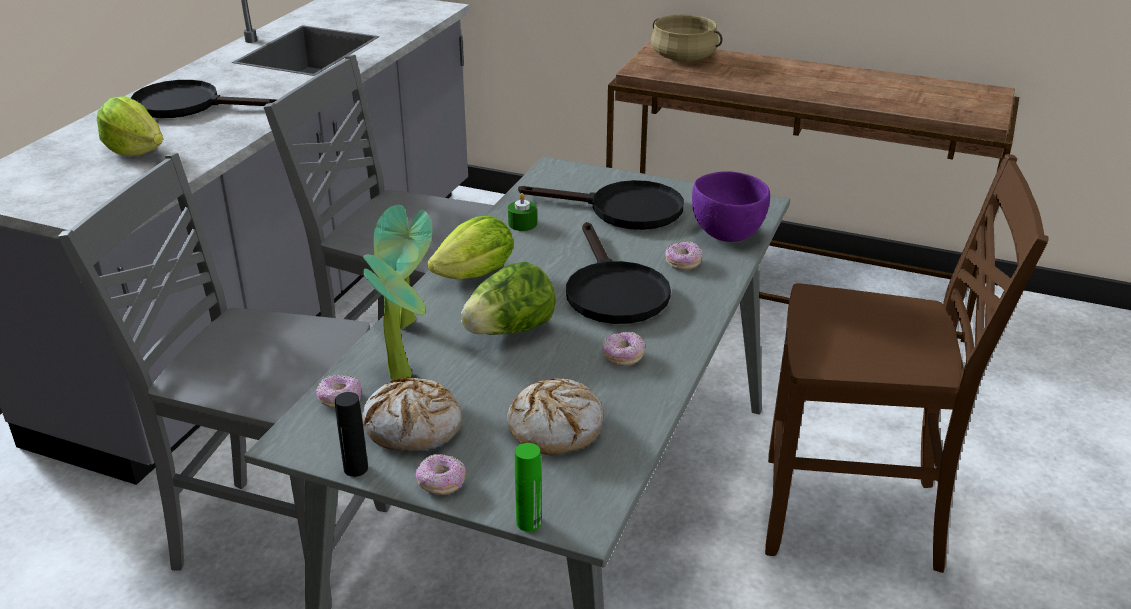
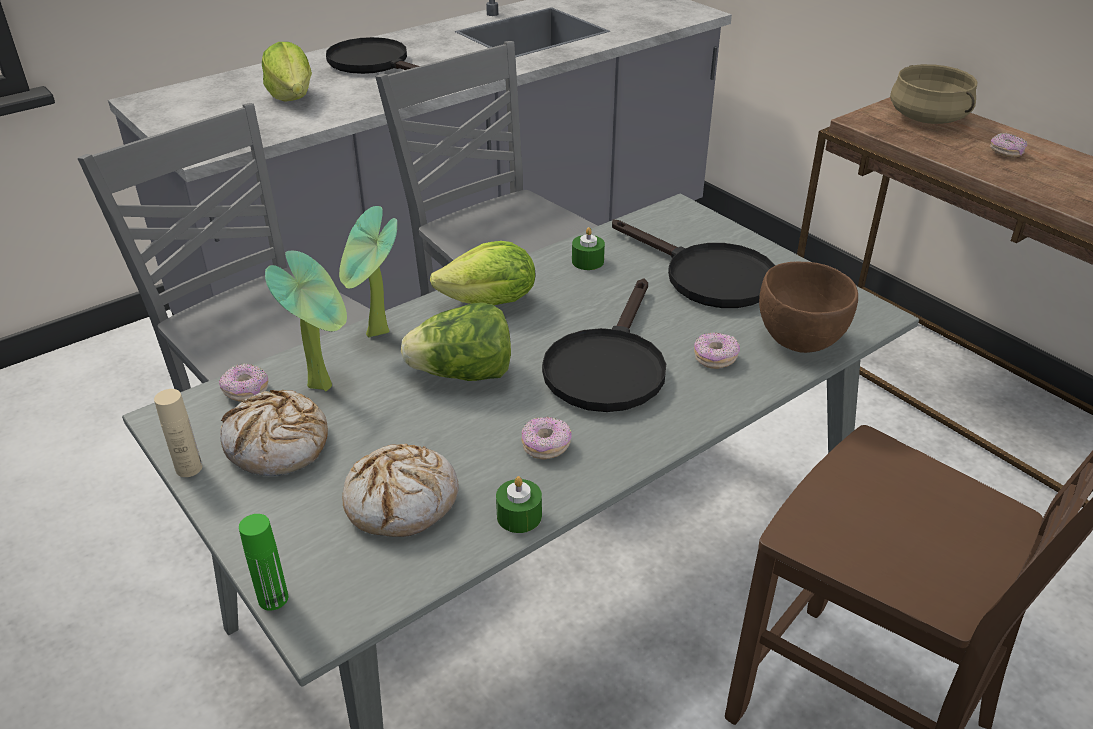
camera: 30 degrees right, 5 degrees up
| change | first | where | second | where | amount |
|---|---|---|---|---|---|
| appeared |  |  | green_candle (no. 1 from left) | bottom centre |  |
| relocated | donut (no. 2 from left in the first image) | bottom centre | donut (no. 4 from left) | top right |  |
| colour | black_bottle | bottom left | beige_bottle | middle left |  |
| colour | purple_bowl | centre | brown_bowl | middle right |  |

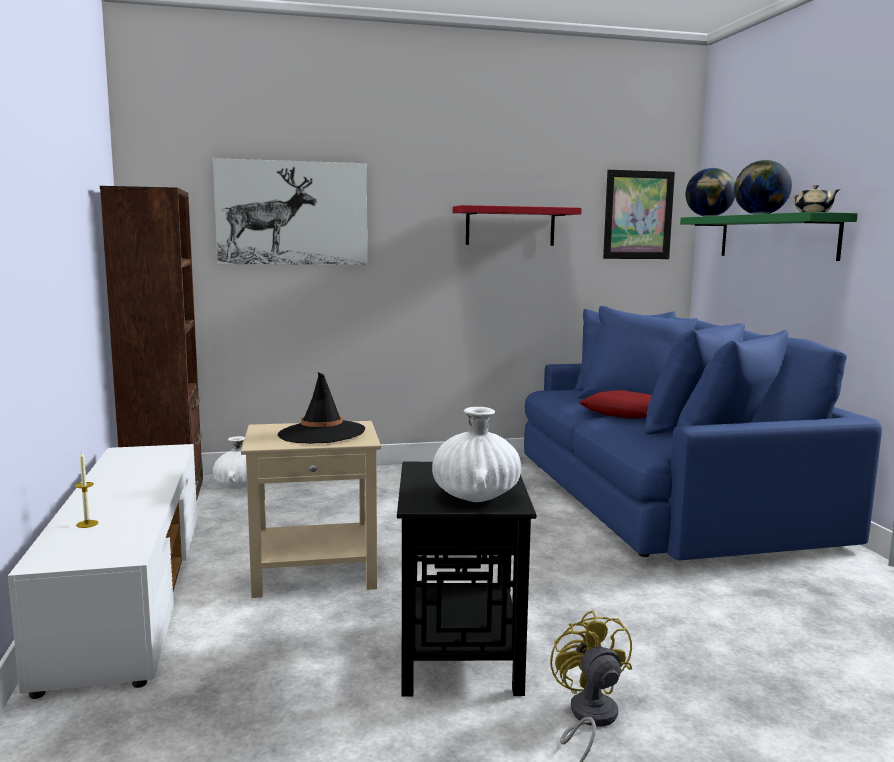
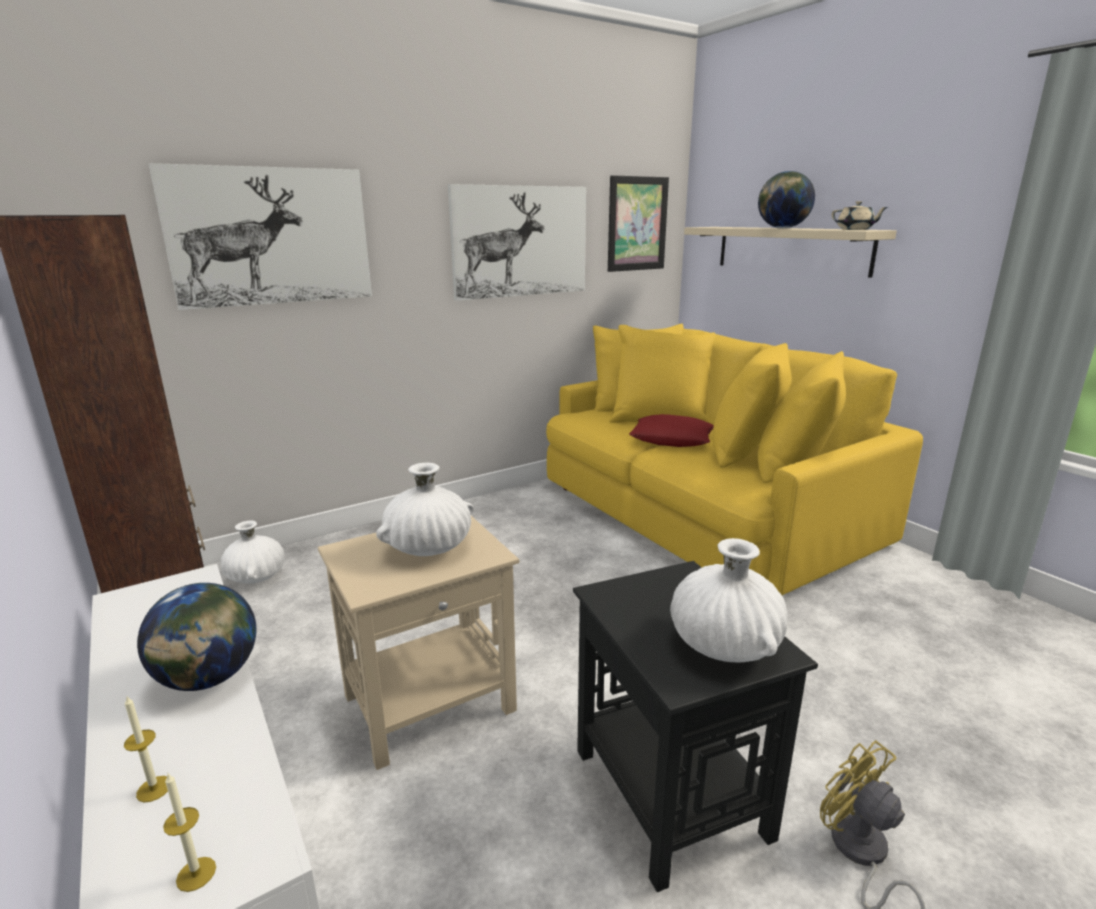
camera: 20 degrees left, 10 degrees up
| change | first | where | second | where | amount |
|---|---|---|---|---|---|
| appeared |  |  | candle (no. 2 from left) | bottom left |  |
| relocated | globe (no. 1 from left) | top right |  | bottom left |  |
| exchanged | black_hat | centre | white_vase (no. 2 from left) | centre |  |
| exchanged | red_shelf | top centre | picture (no. 2 from left) | top centre |  |
| colour | blue_sofa | middle right | yellow_sofa | middle right |  |
| colour | green_shelf | top right | beige_shelf | top right |  |

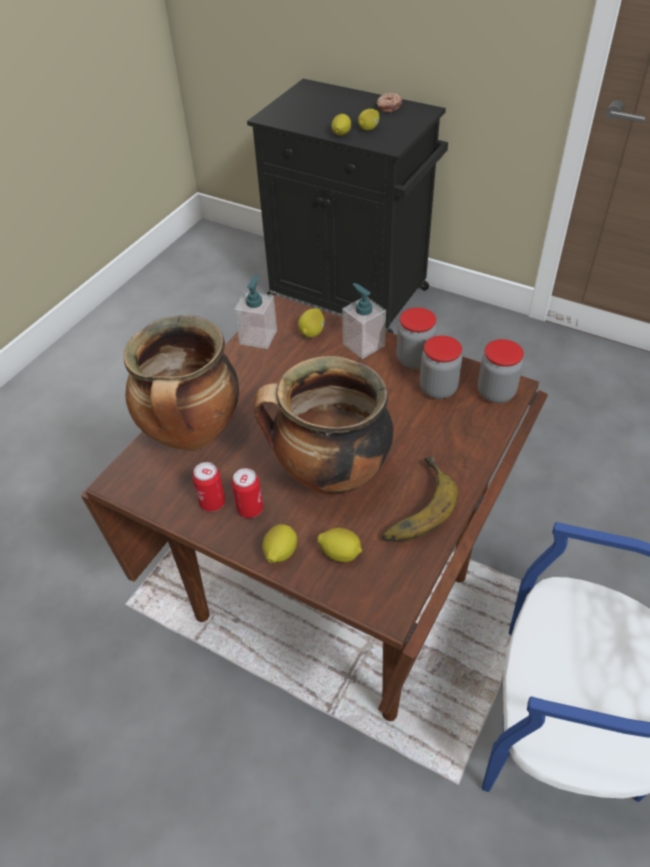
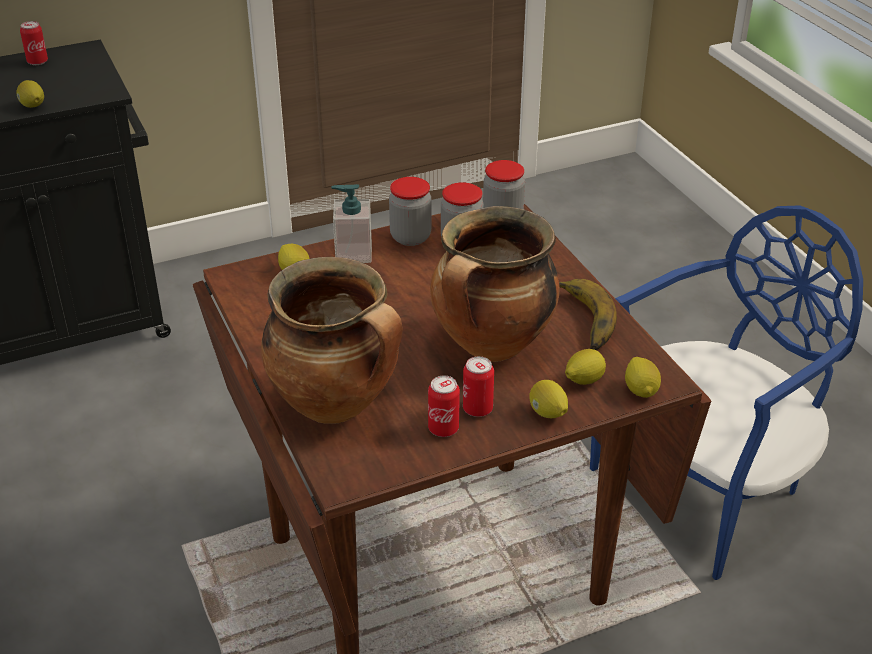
camera: 55 degrees left, 10 degrees down
| change | first | where | second | where | amount |
|---|---|---|---|---|---|
| missing | soap_dispenser (no. 1 from left) | centre |  |  |  |
| relocated | lemon (no. 5 from left) | top centre |  | middle right |  |
| exchanged | donut | top centre | can (no. 1 from left) | top left |  |

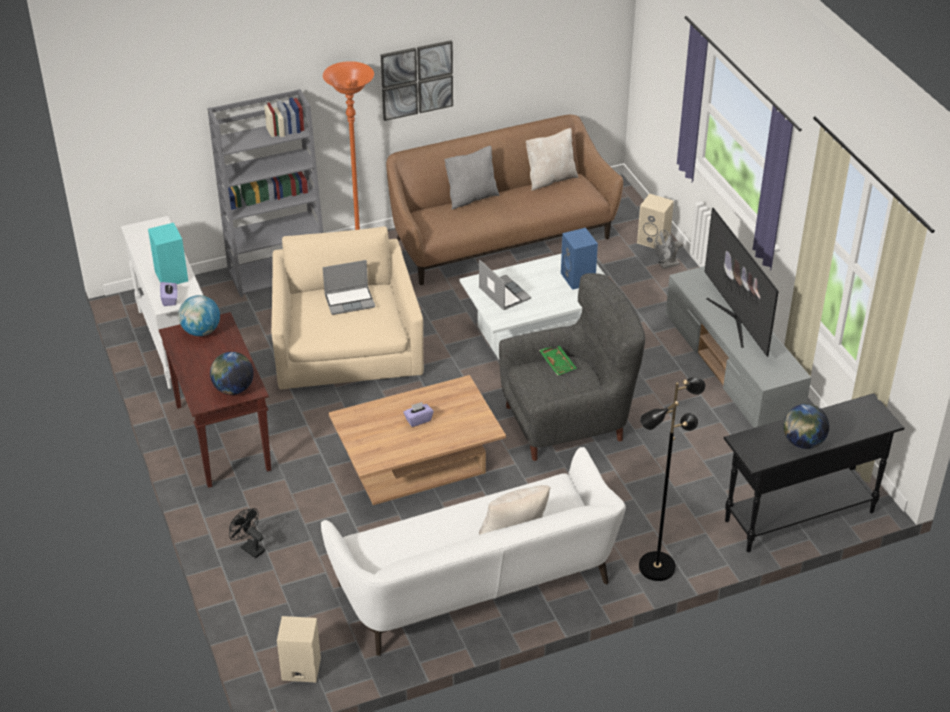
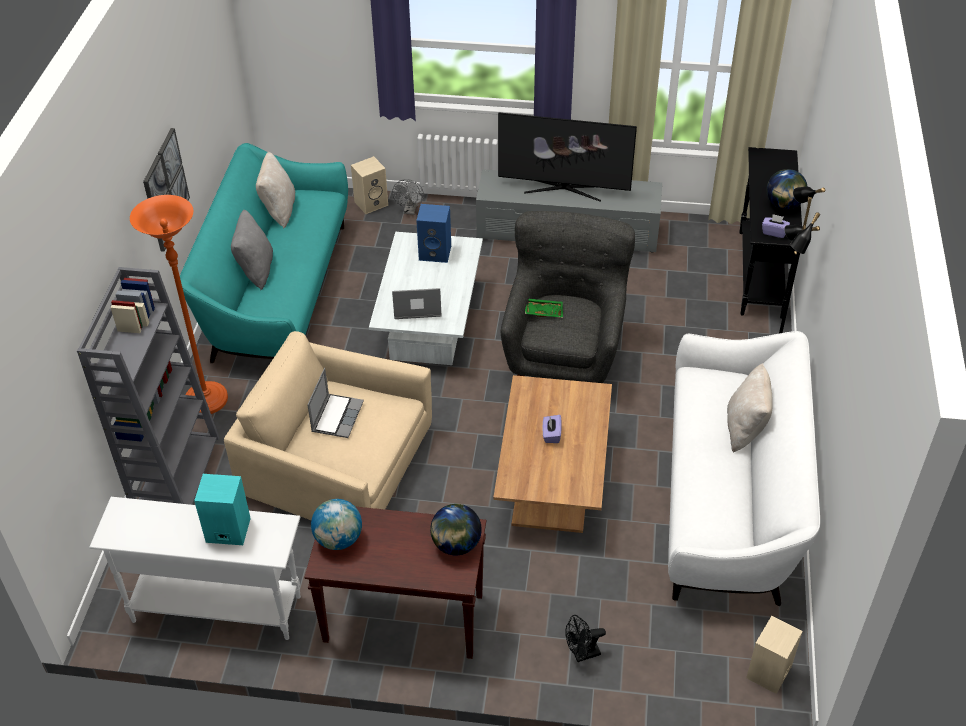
camera: 60 degrees left, 5 degrees up
| change | first | where | second | where | amount |
|---|---|---|---|---|---|
| relocated | purple_tissue_box (no. 1 from left in the first image) | middle left | purple_tissue_box (no. 2 from left) | top right |  |
| colour | brown_sofa | top centre | turquoise_sofa | middle left |  |

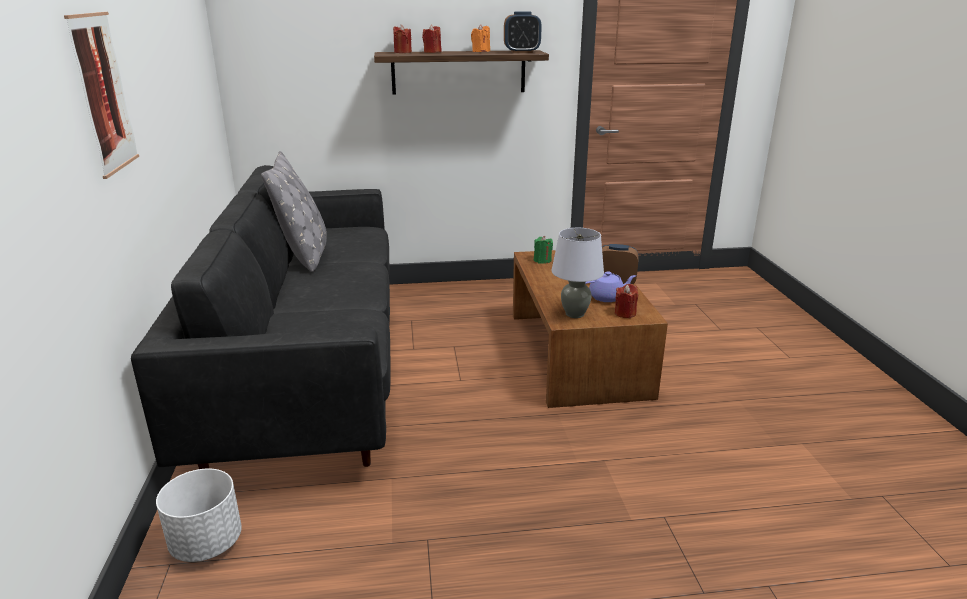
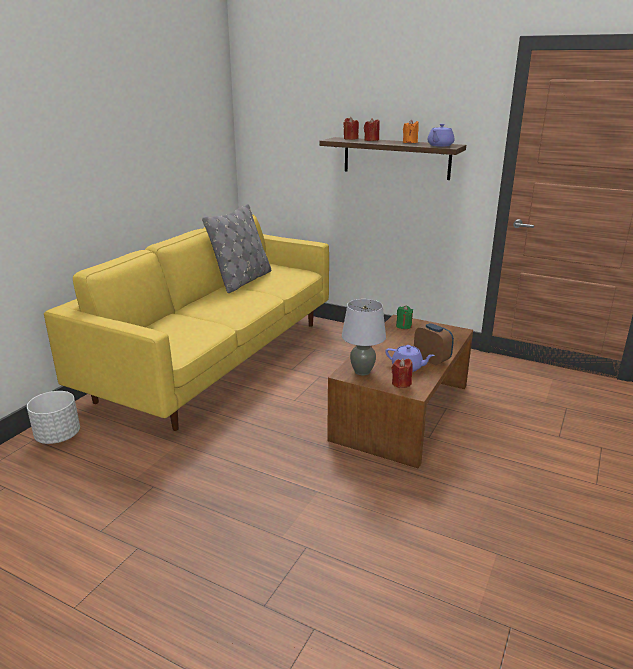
camera: 35 degrees right, 0 degrees up
| change | first | where | second | where | amount |
|---|---|---|---|---|---|
| missing | picture | top left |  |  |  |
| exchanged | alarm_clock (no. 1 from left) | top centre | purple_teapot (no. 2 from left) | top right |  |
| colour | black_sofa | middle left | yellow_sofa | middle left |  |

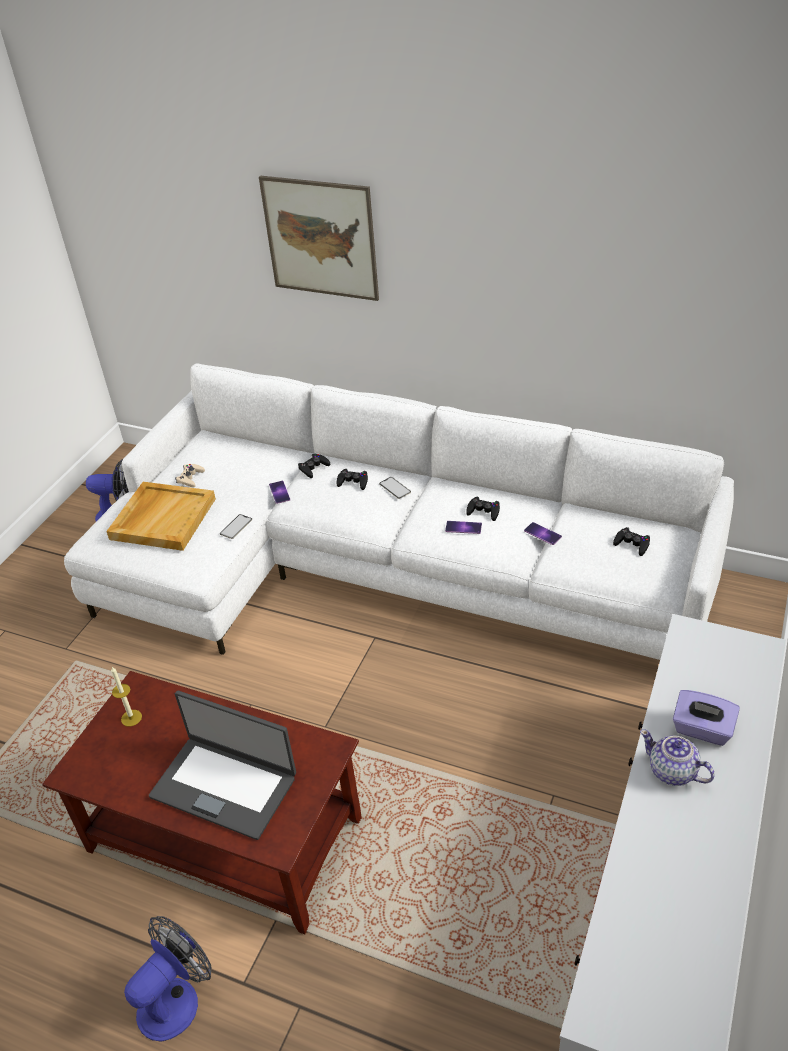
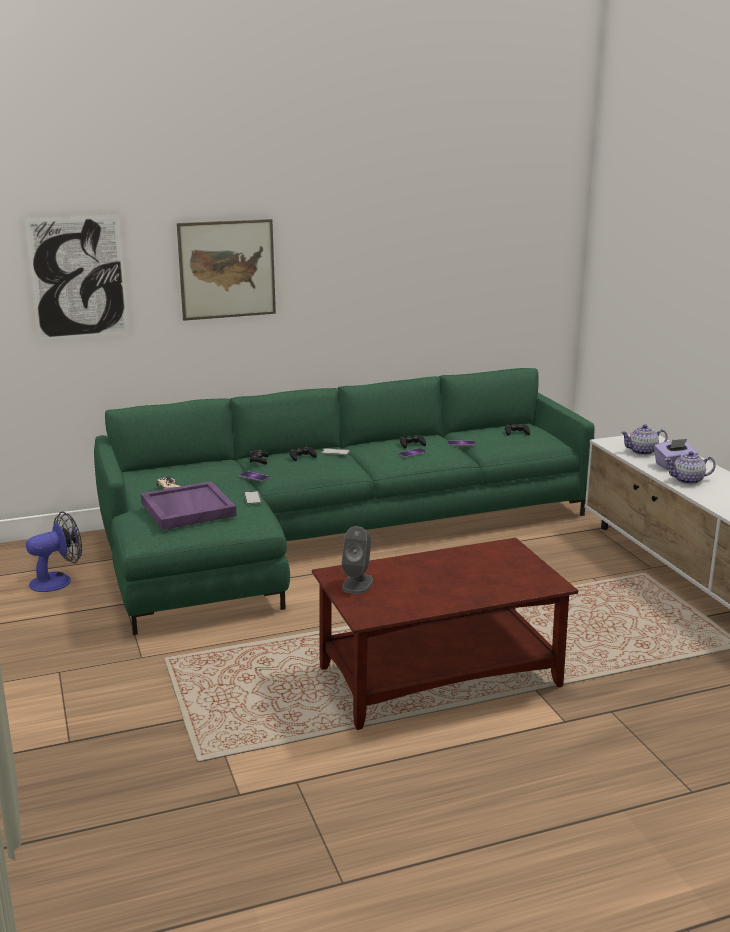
camera: 45 degrees left, 20 degrees down
| change | first | where | second | where | amount |
|---|---|---|---|---|---|
| missing | fan (no. 2 from left) | bottom left |  |  |  |
| missing | laptop | bottom left |  |  |  |
| appeared |  |  | picture (no. 1 from left) | top left |  |
| appeared |  |  | teapot (no. 1 from left) | middle right |  |
| exchanged | candle | middle left | grey_speaker | centre |  |
| colour | white_sofa | centre | green_sofa | centre |  |
| colour | beige_tray | middle left | purple_tray | middle left |  |

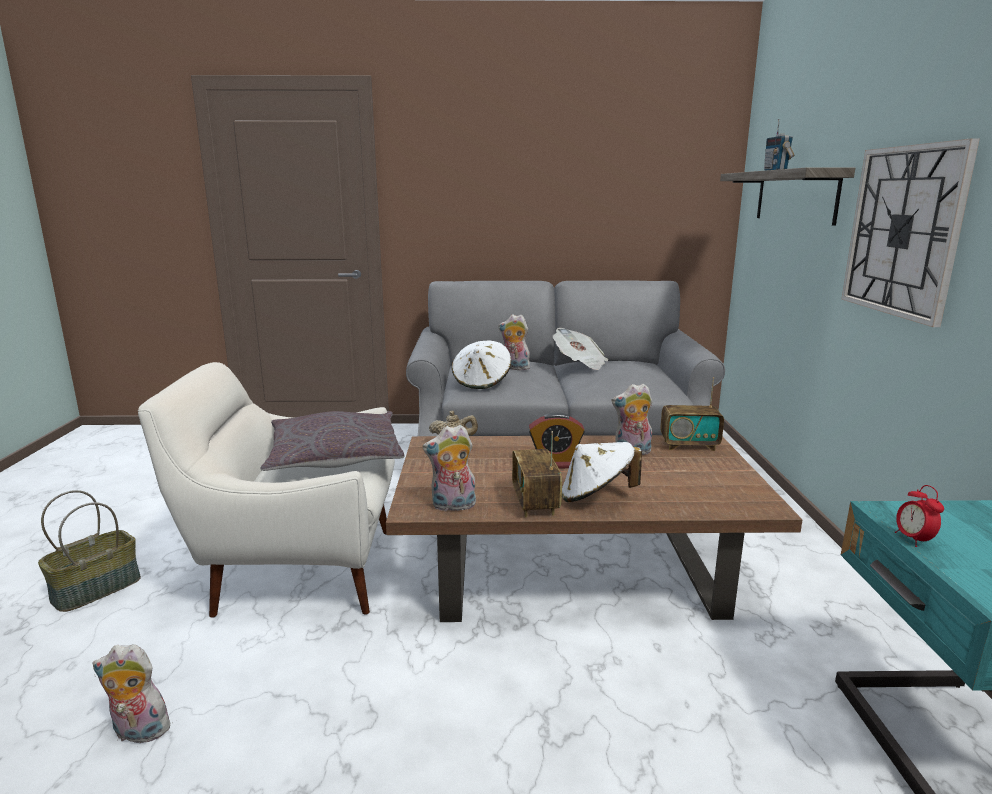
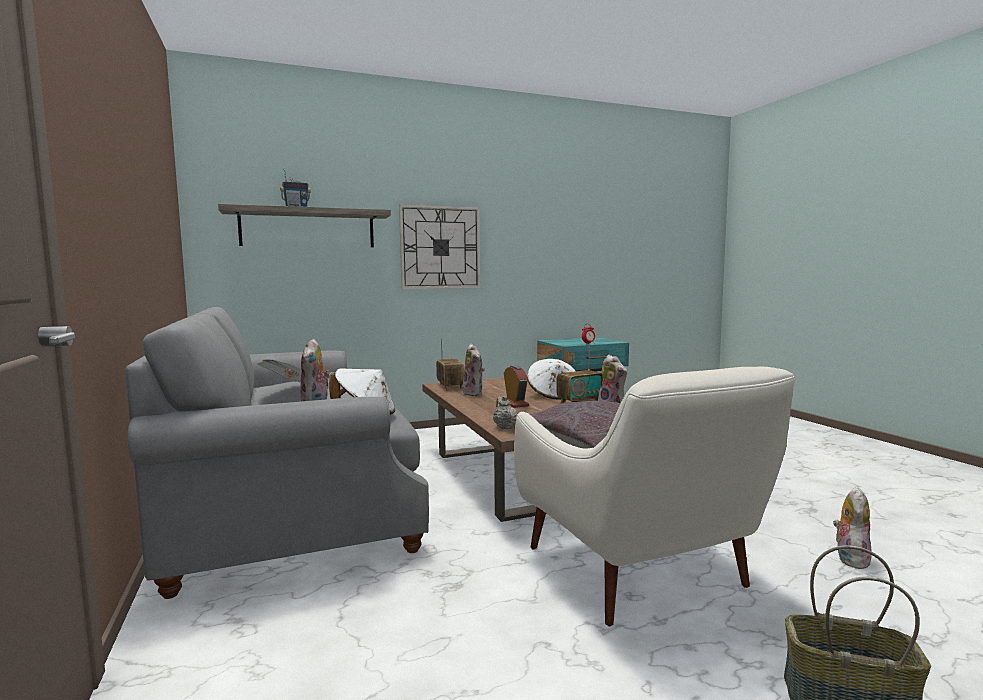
camera: 110 degrees left, 10 degrees down
| change | first | where | second | where | amount |
|---|---|---|---|---|---|
| spun | plush_toy (no. 1 from left in the first image) | bottom left | plush_toy (no. 4 from left) | bottom right | 135 degrees counterclockwise |

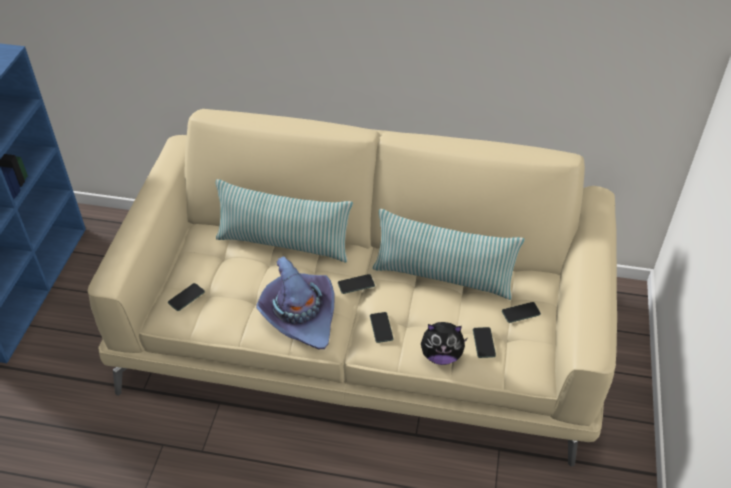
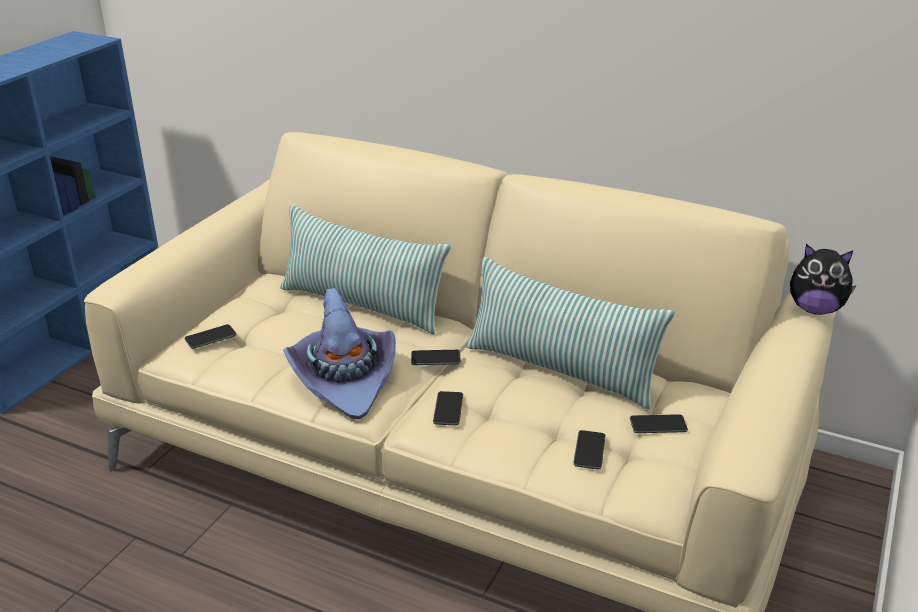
camera: 15 degrees right, 15 degrees down
| change | first | where | second | where | amount |
|---|---|---|---|---|---|
| relocated | plush_toy | bottom centre |  | middle right |  |

